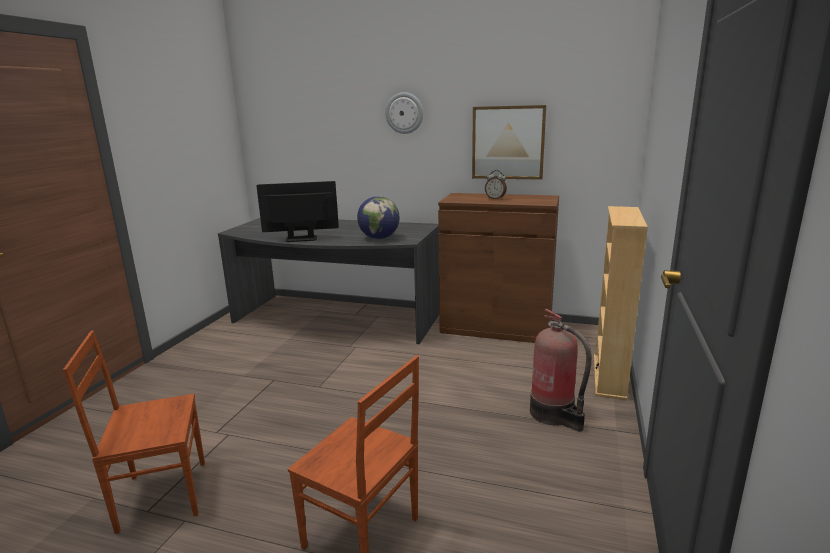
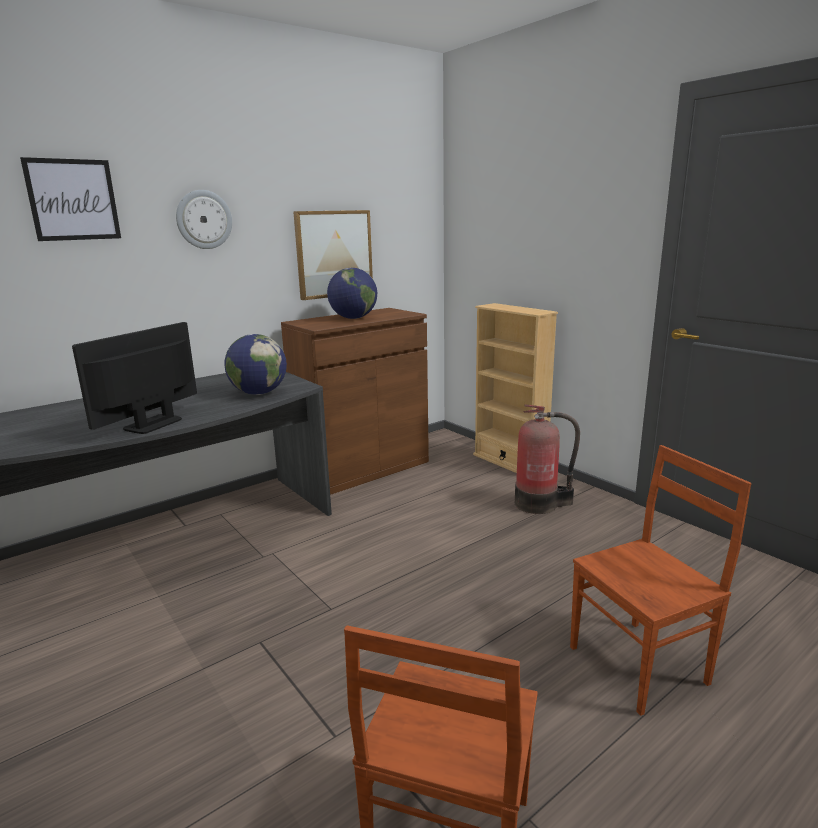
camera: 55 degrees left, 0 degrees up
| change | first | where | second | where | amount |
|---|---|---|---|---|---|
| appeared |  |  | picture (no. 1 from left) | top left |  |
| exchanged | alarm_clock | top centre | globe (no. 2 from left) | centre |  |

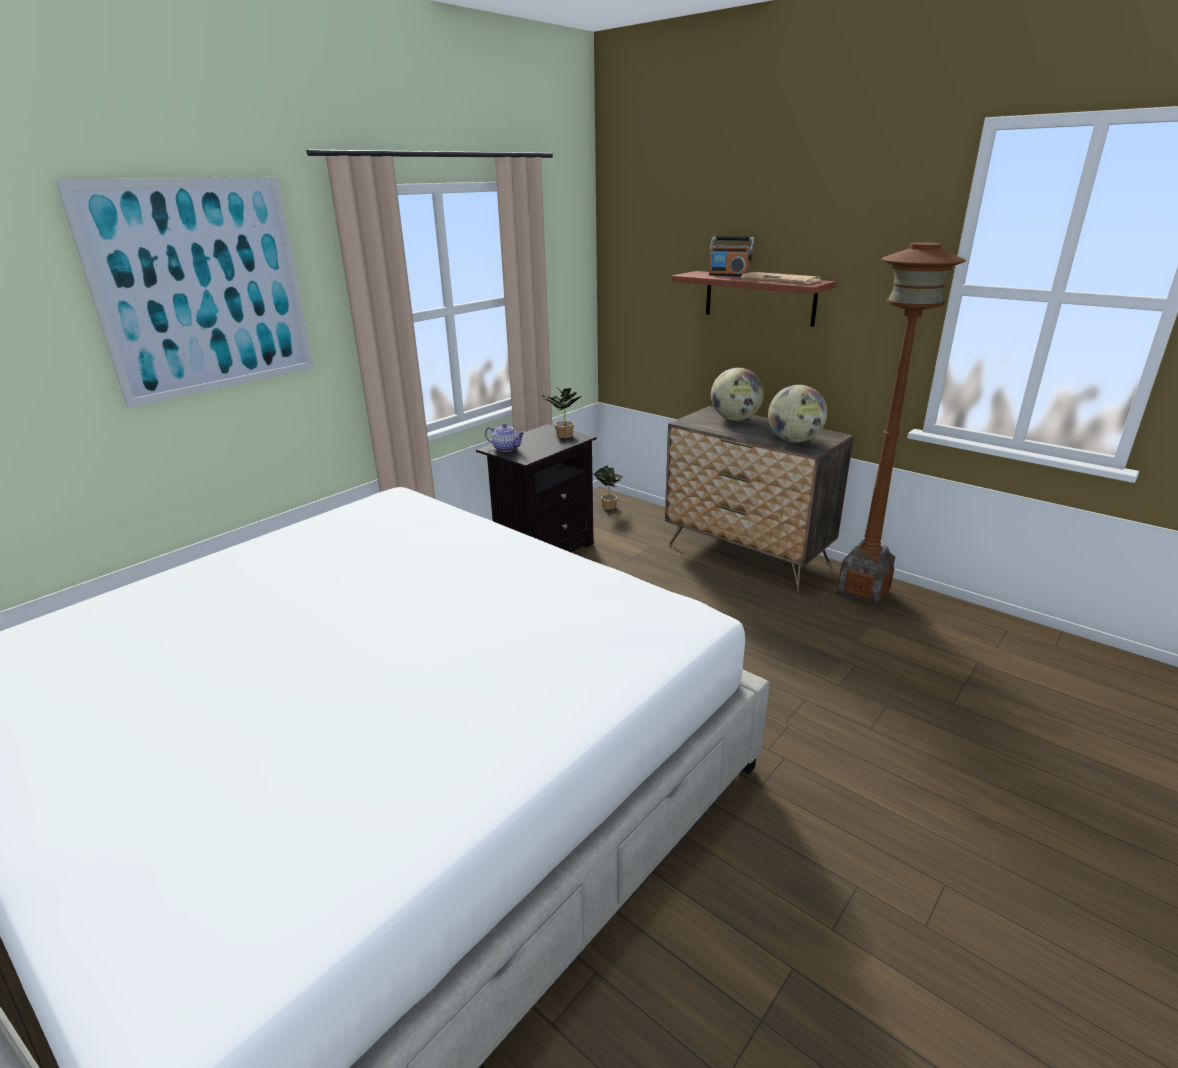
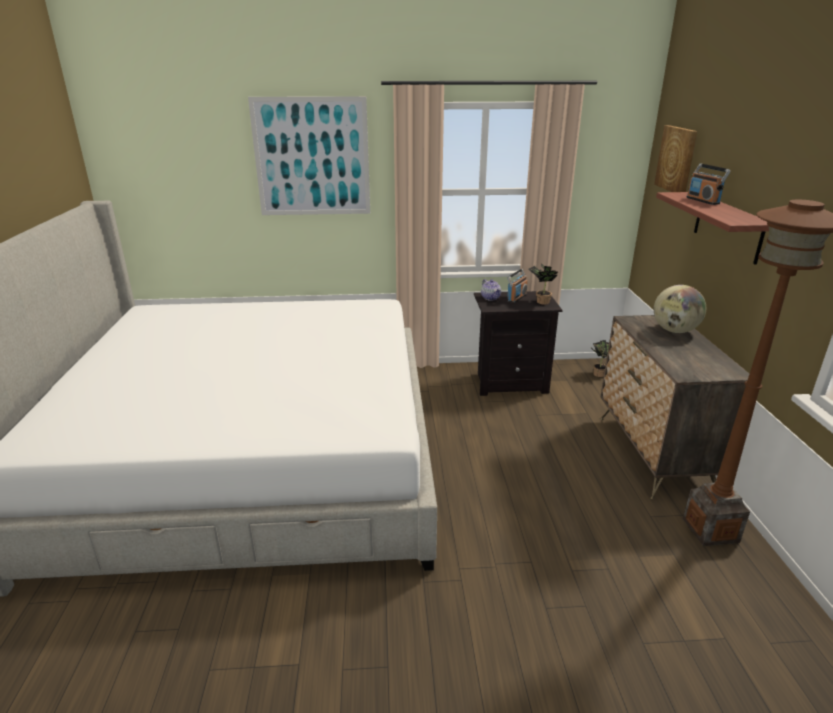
camera: 45 degrees right, 0 degrees up
| change | first | where | second | where | amount |
|---|---|---|---|---|---|
| missing | newspaper | top centre |  |  |  |
| missing | globe (no. 2 from left) | middle right |  |  |  |
| appeared |  |  | radio (no. 1 from left) | centre |  |
| appeared |  |  | picture (no. 2 from left) | top right |  |

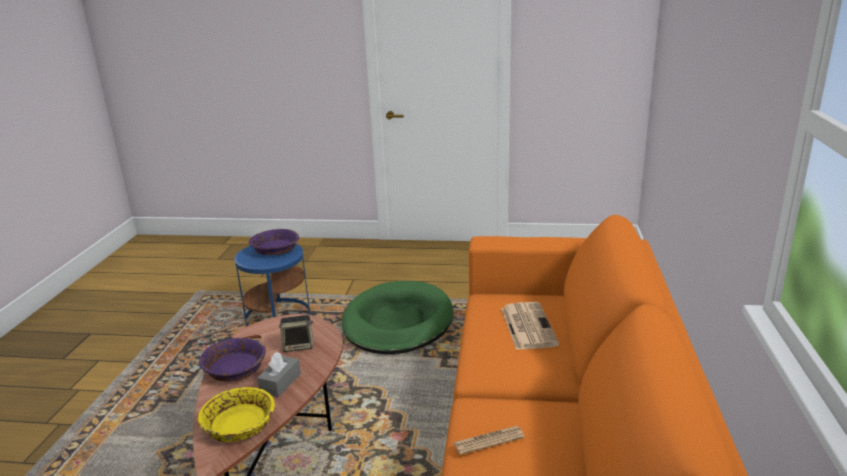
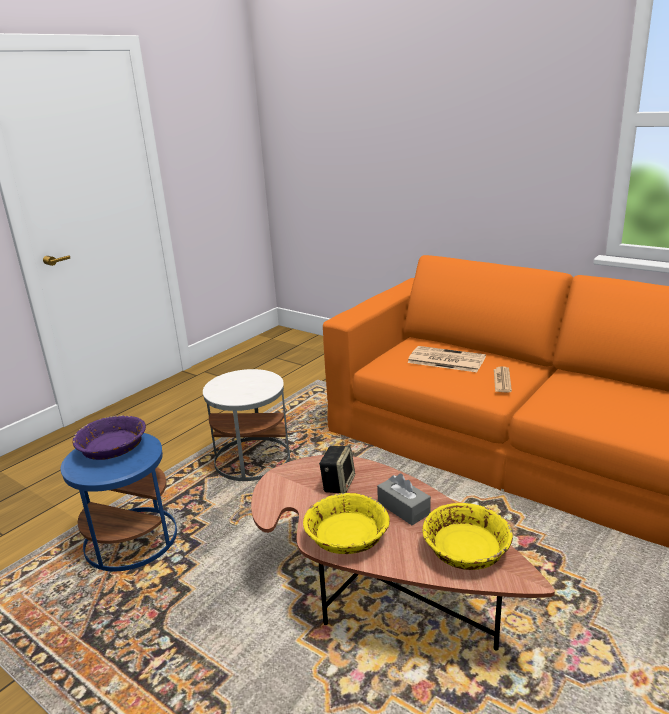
camera: 60 degrees left, 0 degrees up
| change | first | where | second | where | amount |
|---|---|---|---|---|---|
| relocated | newspaper (no. 1 from left in the first image) | bottom centre | newspaper (no. 2 from left) | middle right |  |
| exchanged | green_dog_bed | centre | white_side_table | centre |  |
| colour | purple_bowl (no. 1 from left) | bottom left | yellow_bowl (no. 1 from left) | bottom centre |  |

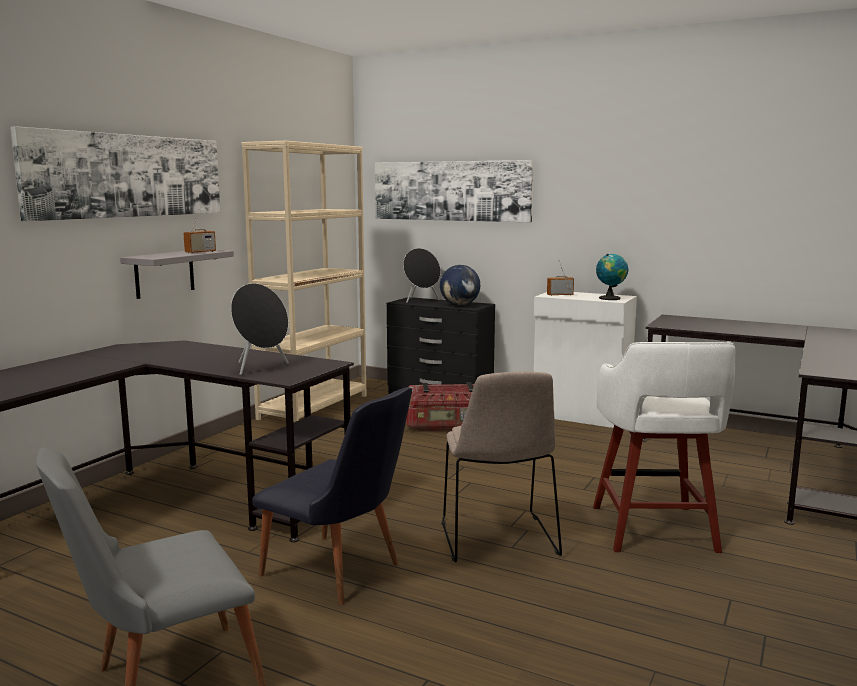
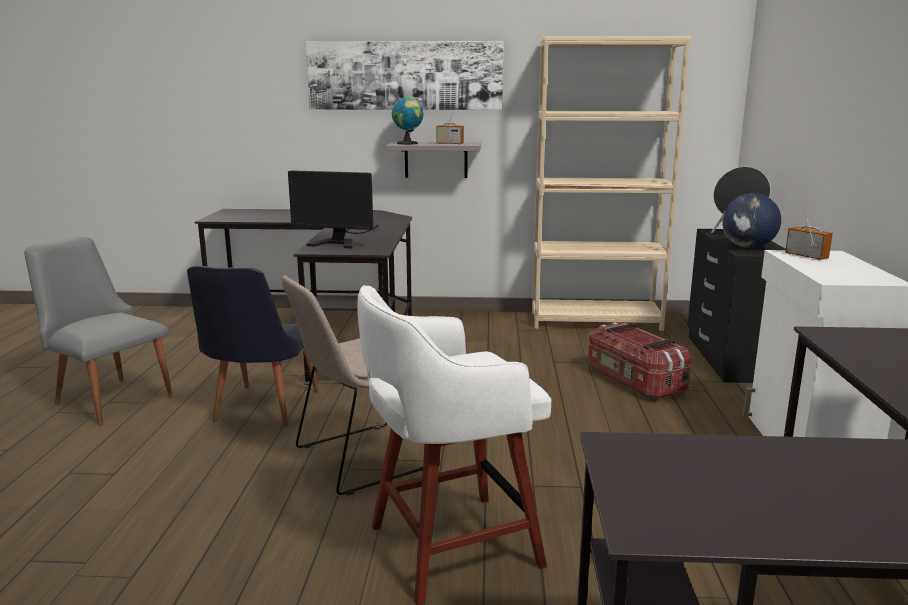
camera: 65 degrees right, 5 degrees up
| change | first | where | second | where | amount |
|---|---|---|---|---|---|
| missing | picture (no. 2 from left) | top centre |  |  |  |
| relocated | globe (no. 2 from left in the first image) | middle right | globe (no. 1 from left) | top centre |  |
| exchanged | black_speaker (no. 1 from left) | middle left | monitor | centre |  |

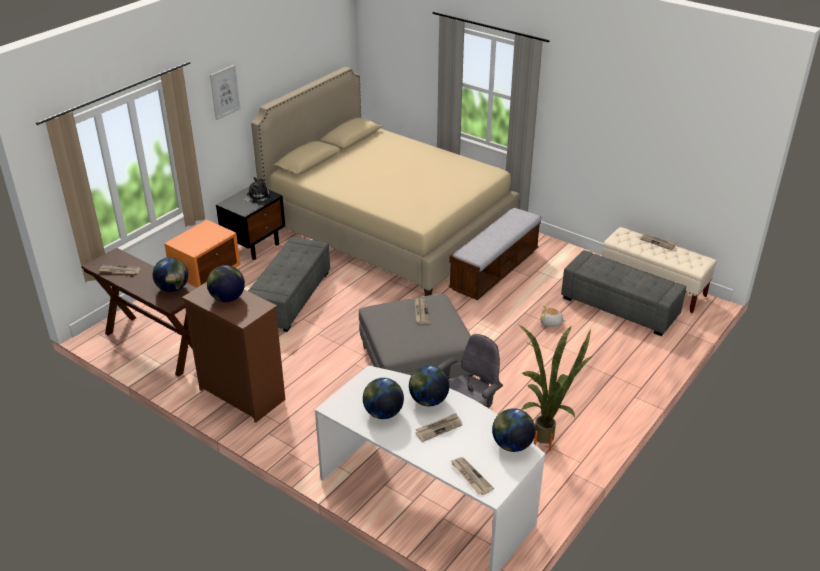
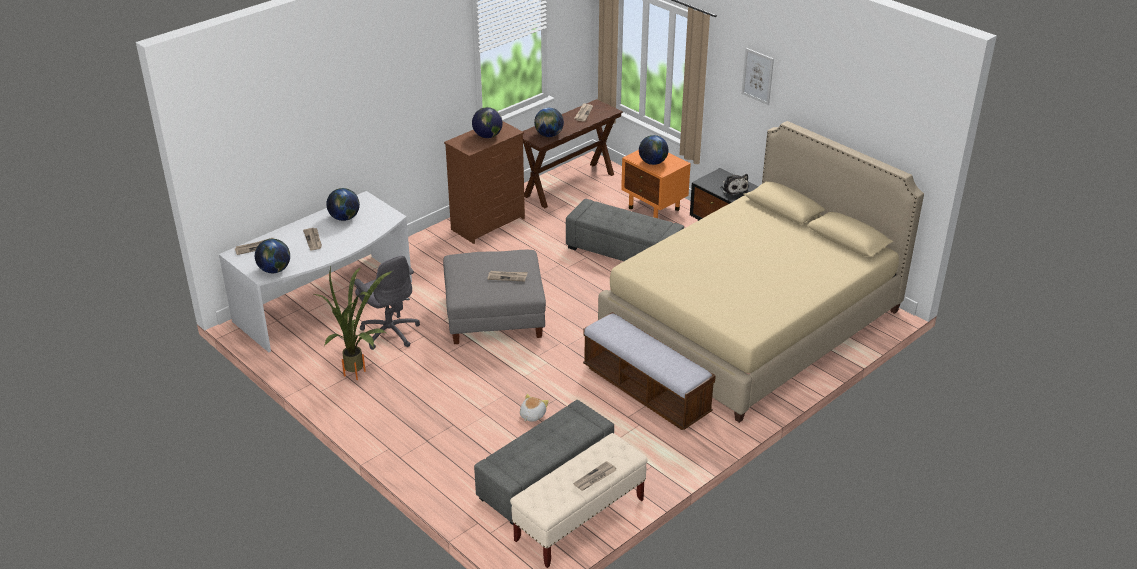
camera: 100 degrees right, 0 degrees up
| change | first | where | second | where | amount |
|---|---|---|---|---|---|
| relocated | globe (no. 4 from left in the first image) | bottom centre | globe (no. 5 from left) | top centre |  |

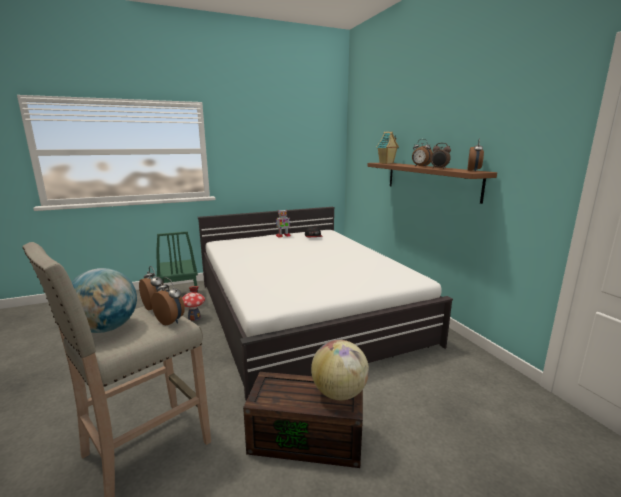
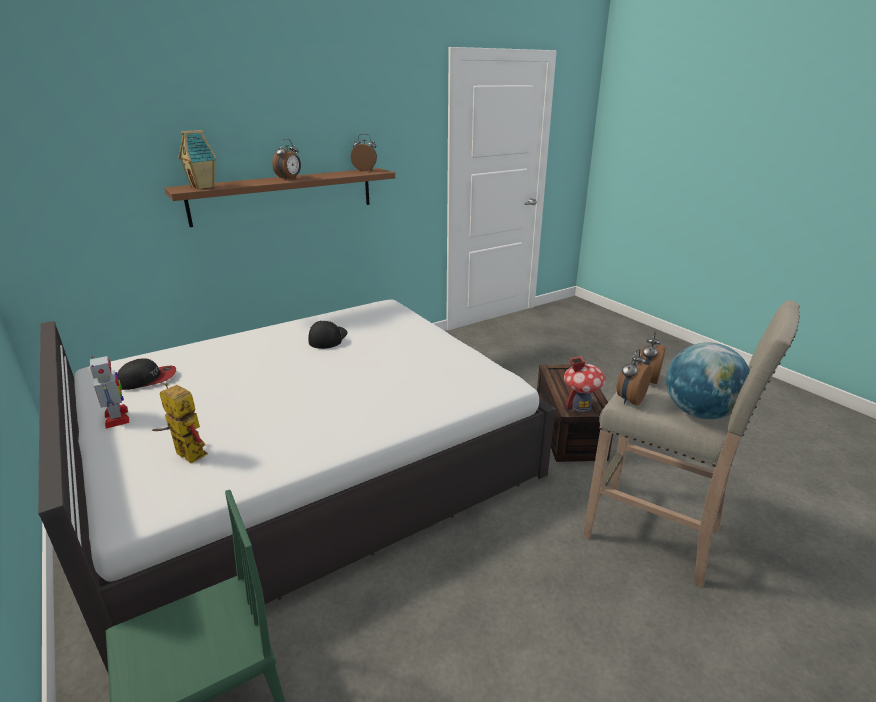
camera: 100 degrees left, 10 degrees up
| change | first | where | second | where | amount |
|---|---|---|---|---|---|
| missing | globe (no. 2 from left) | bottom centre |  |  |  |
| missing | alarm_clock (no. 4 from left) | top right |  |  |  |
| appeared |  |  | toy_robot (no. 2 from left) | middle left |  |
| appeared |  |  | cap (no. 2 from left) | centre |  |
| relocated | toy_house (no. 1 from left in the first image) | middle left | toy_house (no. 2 from left) | middle right |  |

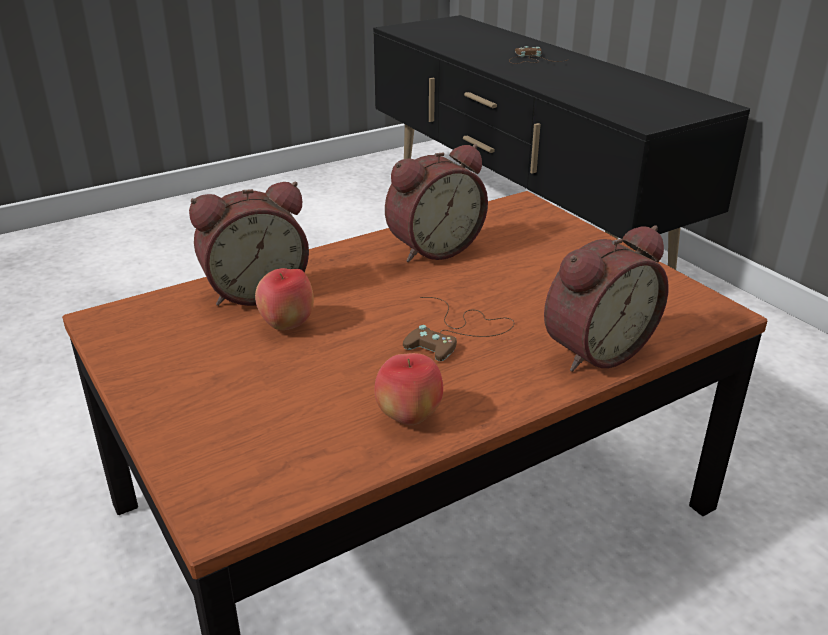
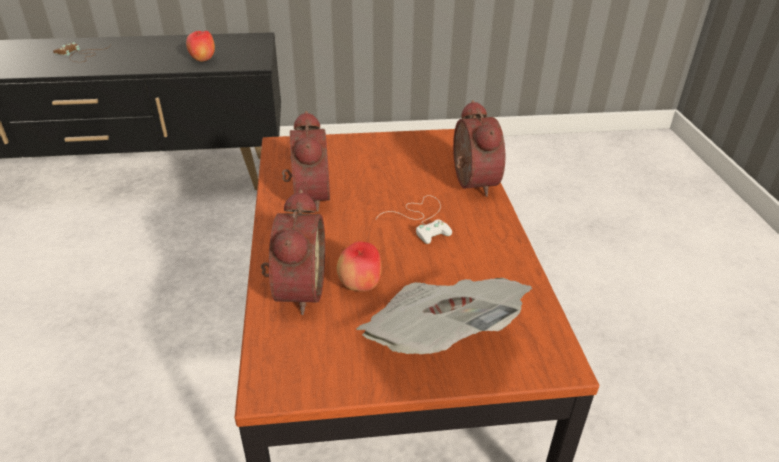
camera: 65 degrees left, 5 degrees up
| change | first | where | second | where | amount |
|---|---|---|---|---|---|
| appeared |  |  | newspaper | bottom centre |  |
| relocated | apple (no. 2 from left in the first image) | centre | apple (no. 1 from left) | top left |  |
| colour | brown_game_controller (no. 1 from left) | centre | white_game_controller | centre |  |

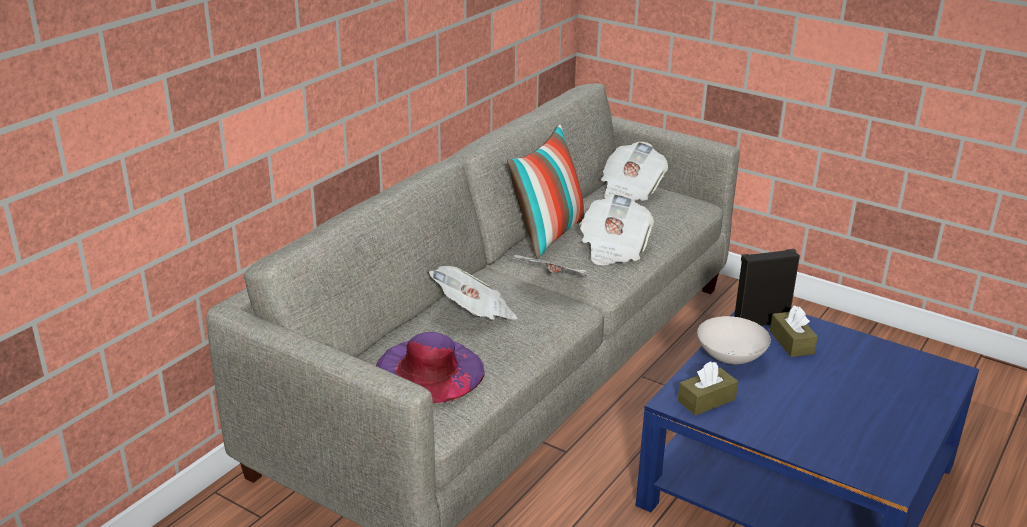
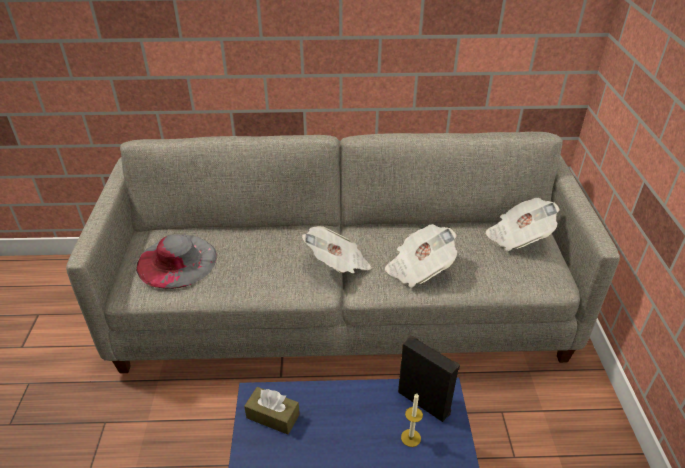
camera: 55 degrees right, 10 degrees up
| change | first | where | second | where | amount |
|---|---|---|---|---|---|
| missing | newspaper (no. 1 from left) | centre |  |  |  |
| missing | pillow | centre |  |  |  |
| missing | white_bowl | middle right |  |  |  |
| exchanged | brown_tissue_box (no. 2 from left) | middle right | candle | bottom centre |  |
| colour | purple_hat | bottom centre | grey_hat | middle left |  |

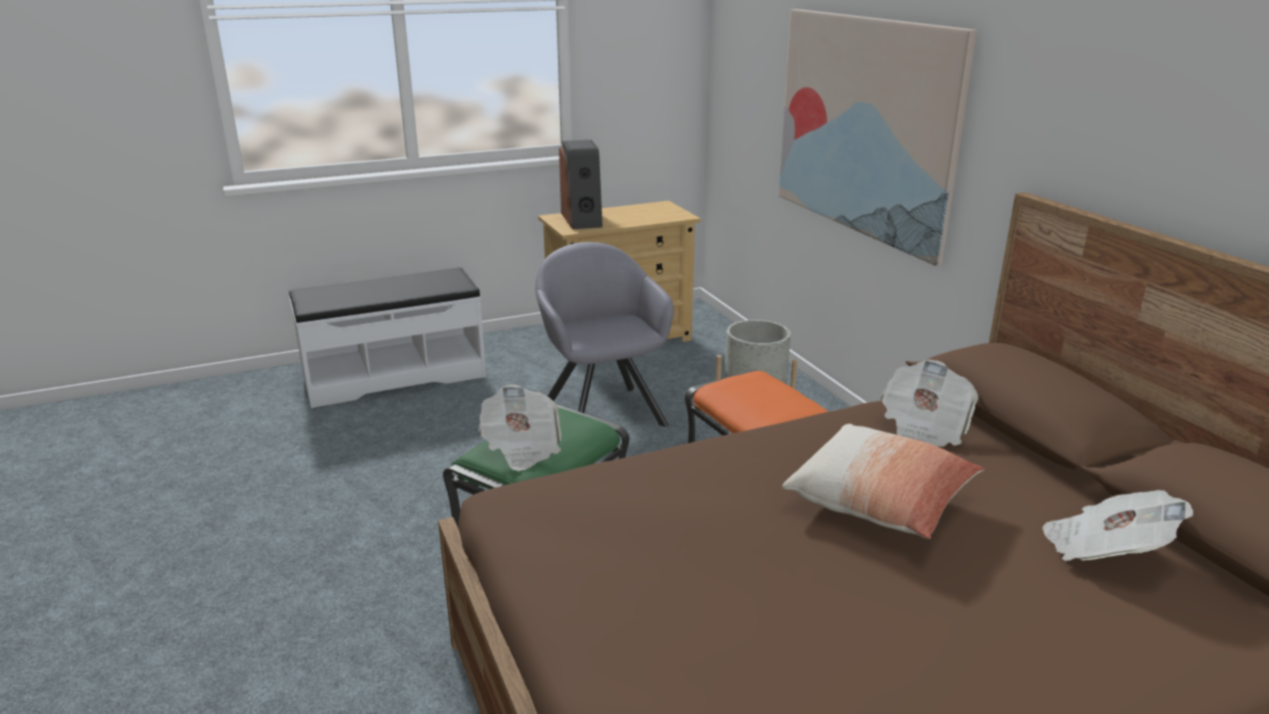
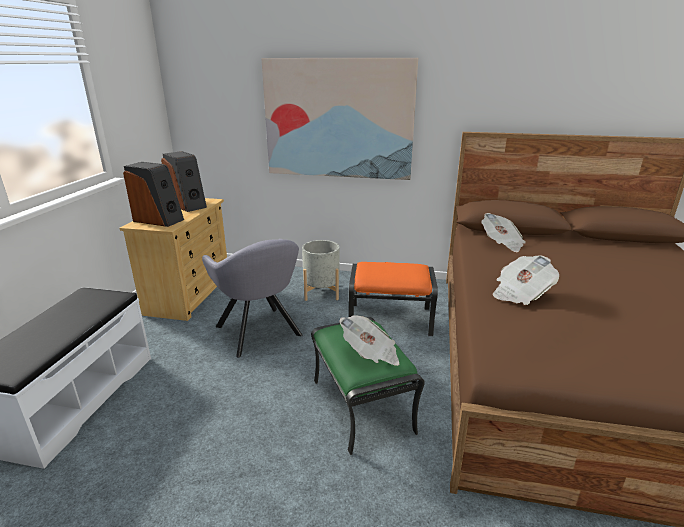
camera: 55 degrees left, 0 degrees up
| change | first | where | second | where | amount |
|---|---|---|---|---|---|
| missing | pillow | bottom right |  |  |  |
| appeared |  |  | speaker (no. 2 from left) | middle left |  |
| relocated | newspaper (no. 3 from left) | bottom right |  | middle right |  |
| spun | grey_armchair | centre |  | centre | 135 degrees counterclockwise |

